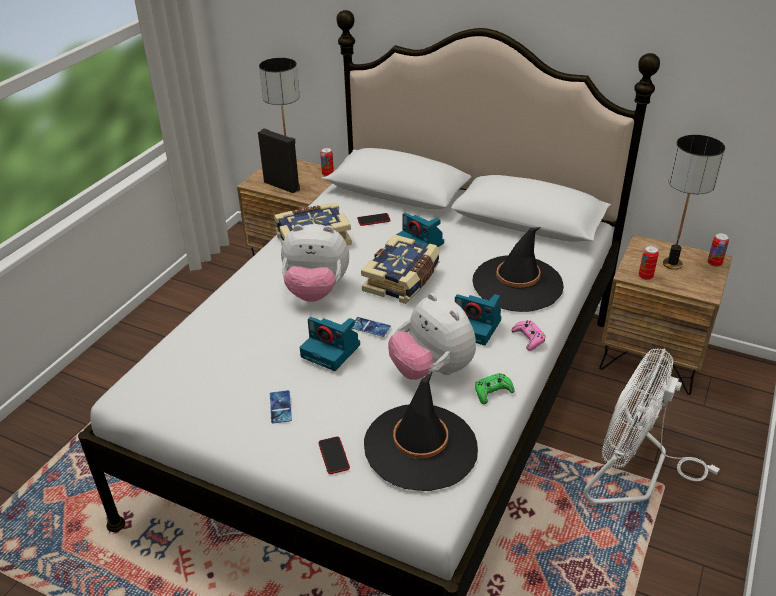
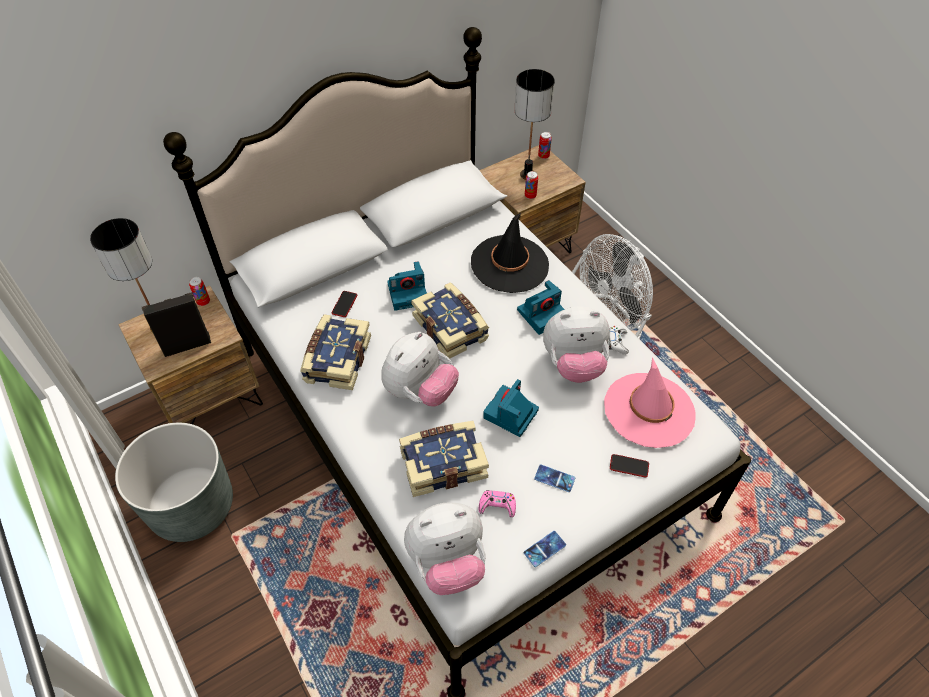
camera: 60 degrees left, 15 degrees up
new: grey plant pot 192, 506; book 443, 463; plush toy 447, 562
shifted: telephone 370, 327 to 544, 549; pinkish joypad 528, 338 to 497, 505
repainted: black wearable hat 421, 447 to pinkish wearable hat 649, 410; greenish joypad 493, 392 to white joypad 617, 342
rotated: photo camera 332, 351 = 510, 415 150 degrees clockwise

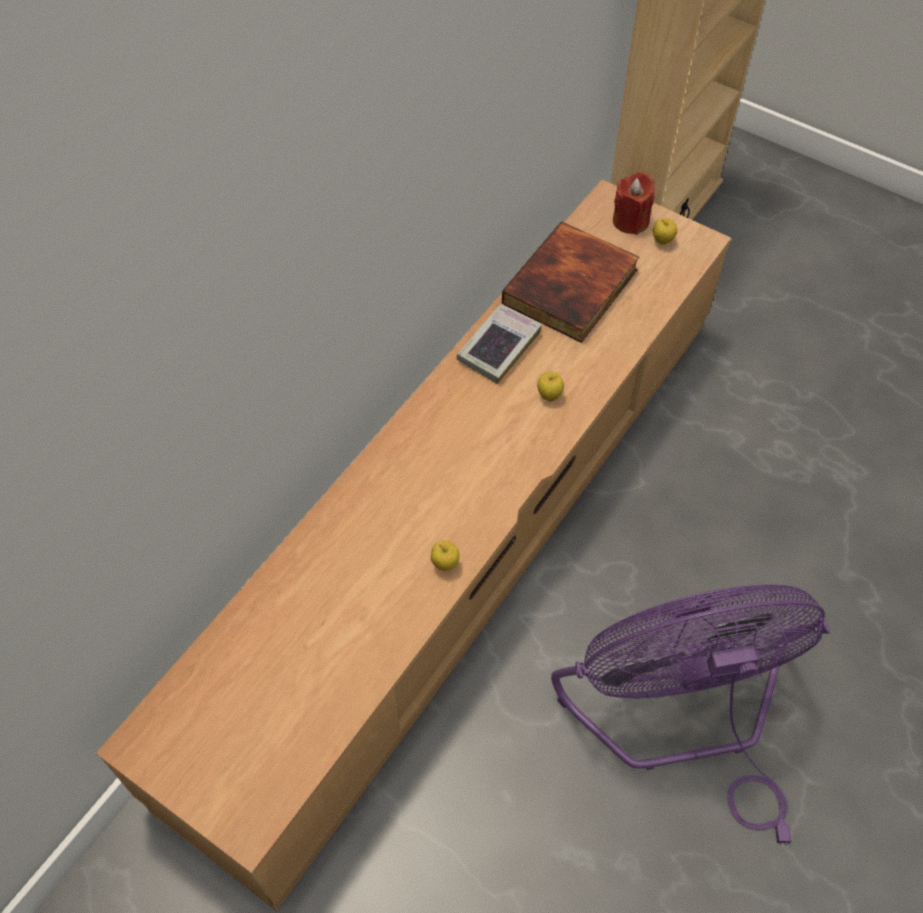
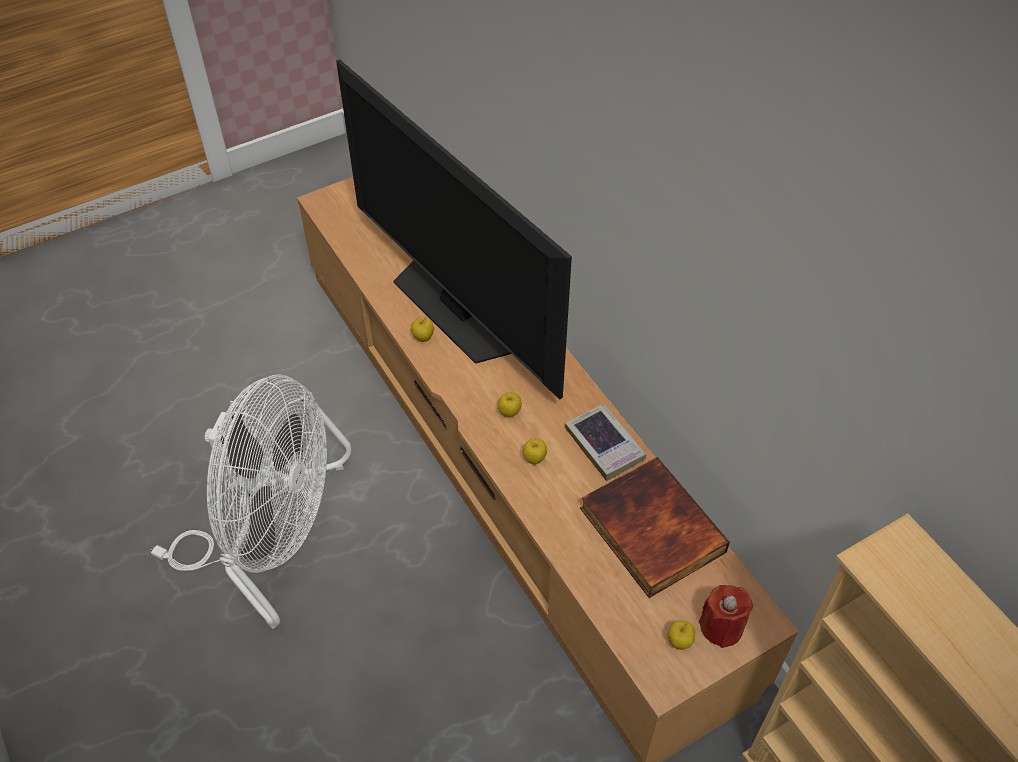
camera: 115 degrees right, 5 degrees down
new: TV set 457, 308; whole apple 509, 413
repainted: purple electric fan 691, 723 to white electric fan 269, 539

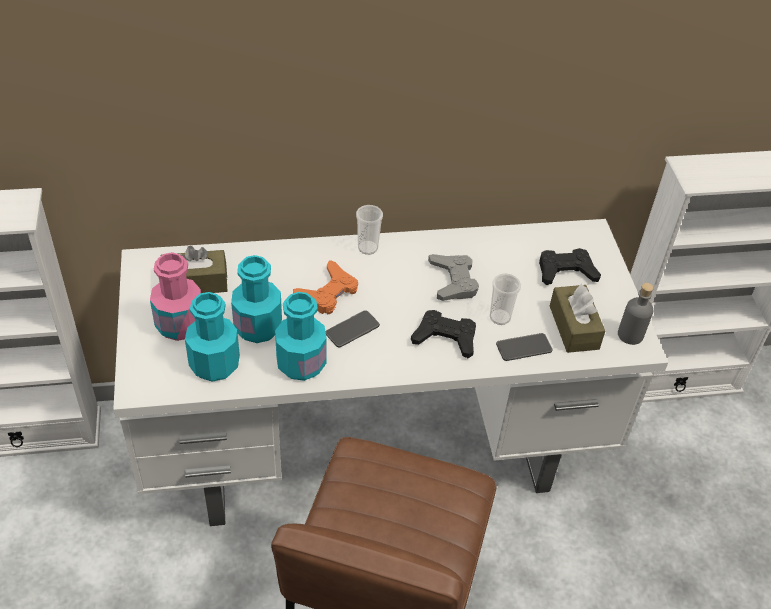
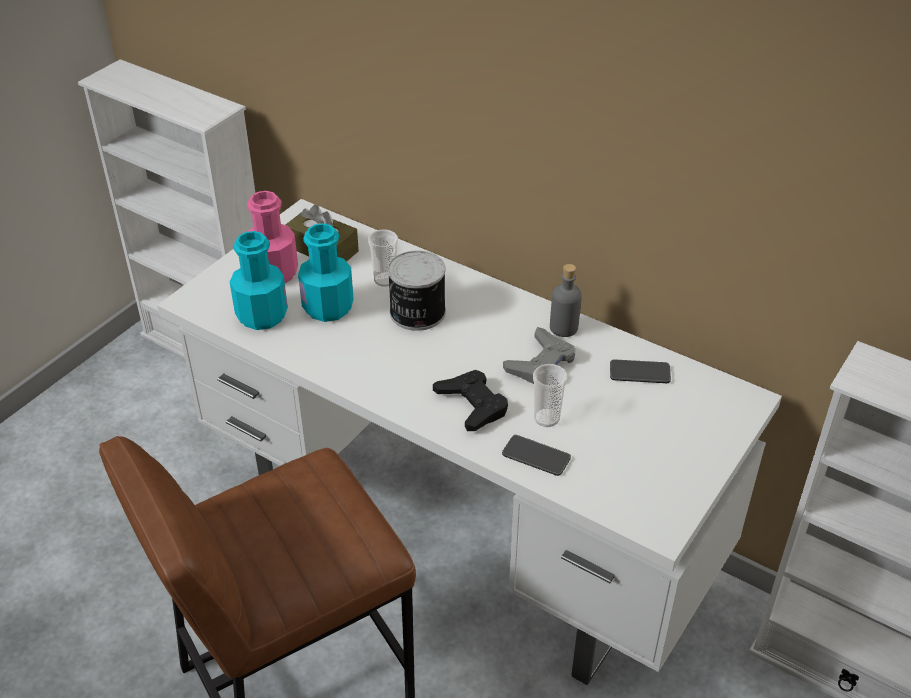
camera: 45 degrees right, 5 degrees down
gone: turquoise bottle 301, 363; black joypad 566, 271; brown-coloured tissue holder 574, 327
shifted: telephone 352, 329 to 639, 372; small cup 367, 248 to 385, 280; grey bottle 630, 335 to 564, 328
swapped: orange joypad 328, 293 to can 416, 313

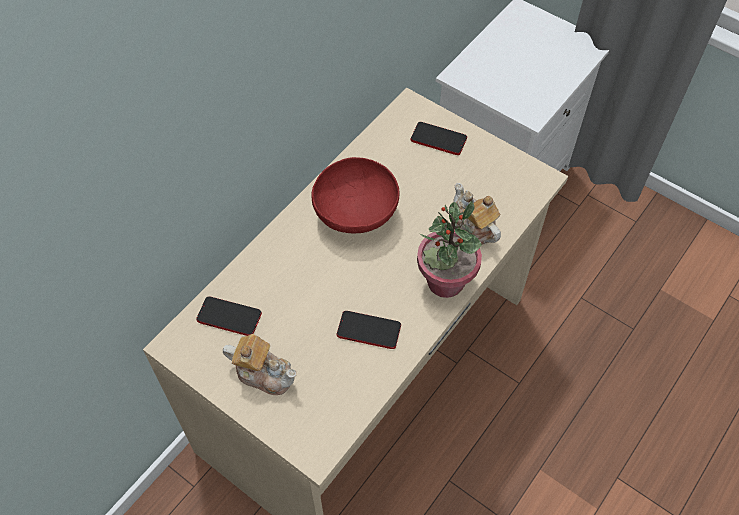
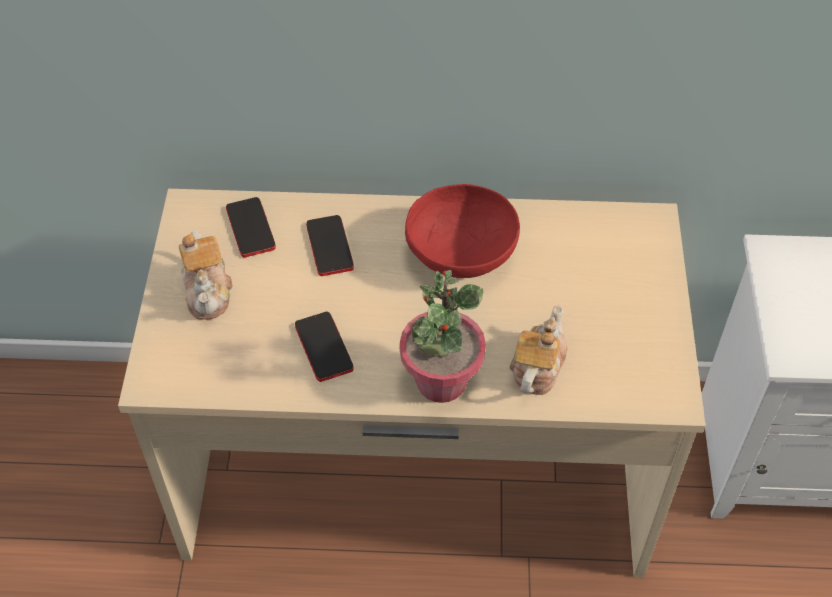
camera: 55 degrees right, 5 degrees down
shifted: telephone 438, 139 to 329, 246

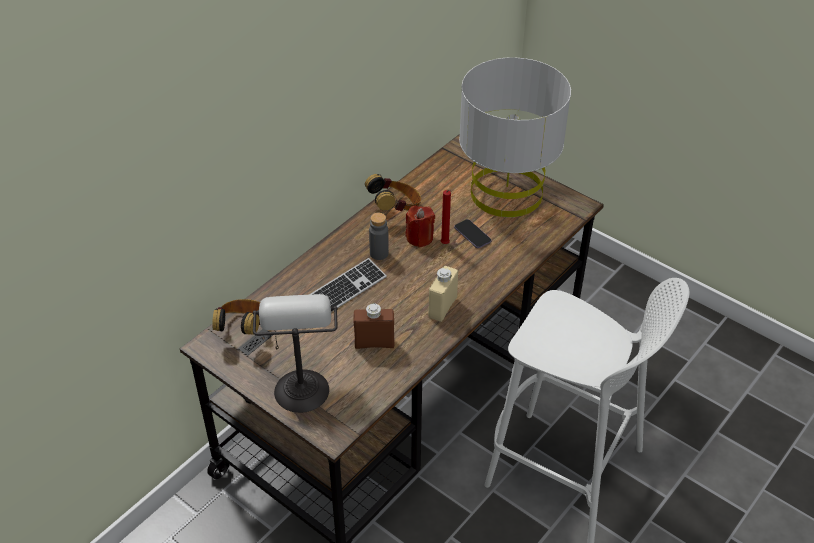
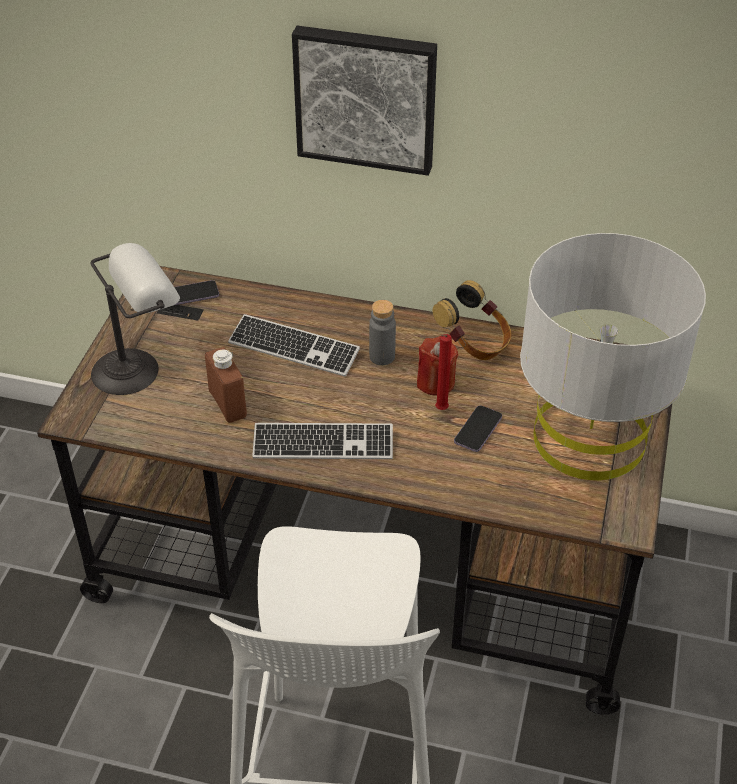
camera: 65 degrees right, 0 degrees up
new: wall picture 366, 97
swapped: headset 243, 329 to telephone 191, 295; sand-coloured bottle 442, 307 to PC keyboard 323, 444

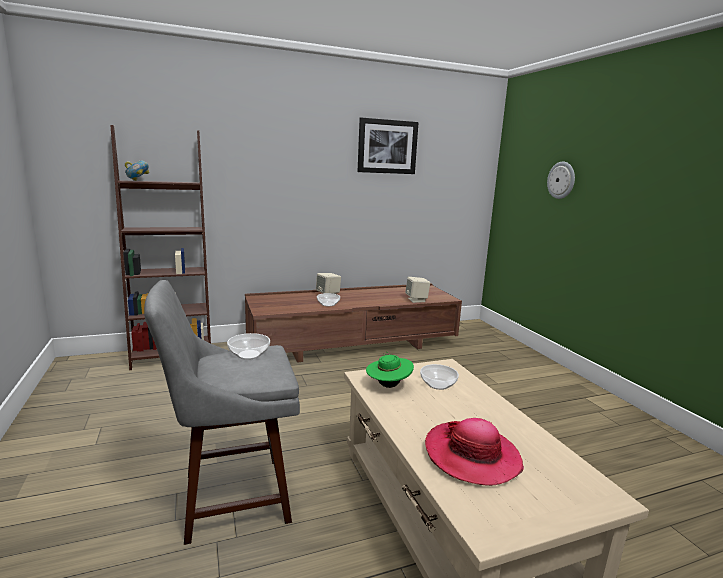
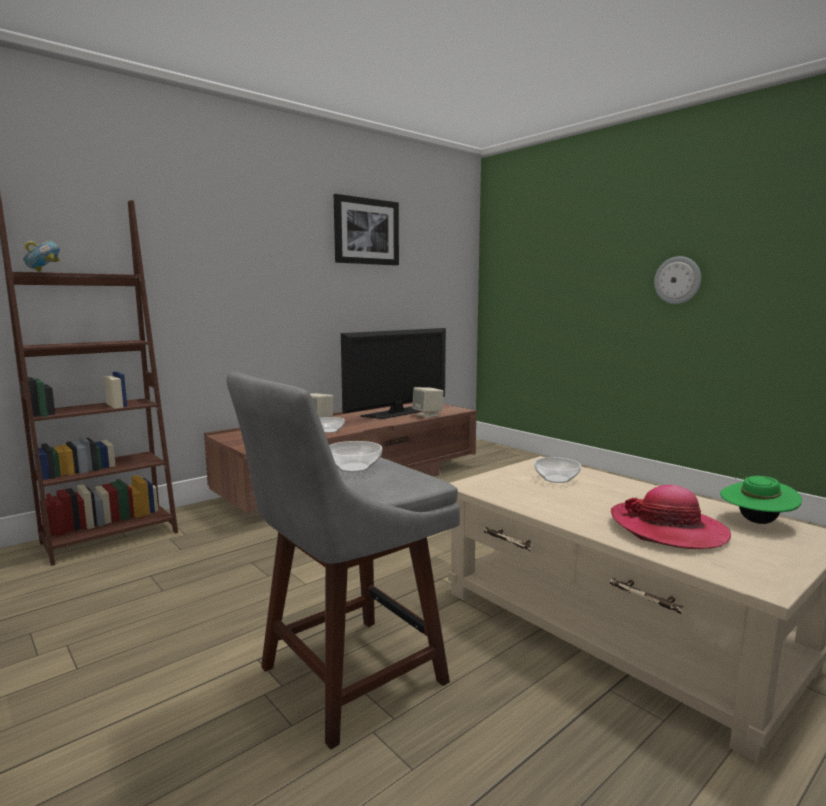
camera: 20 degrees left, 5 degrees down
new: TV set 396, 413
shifted: greenish wearable hat 388, 385 to 756, 521; clock on the wall 561, 180 to 677, 280

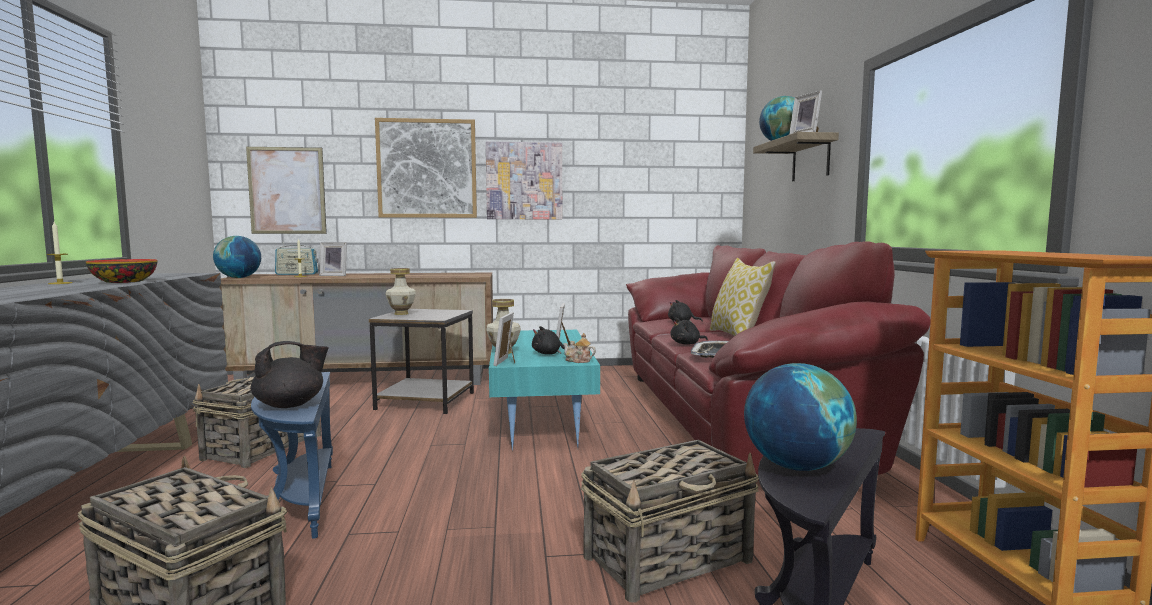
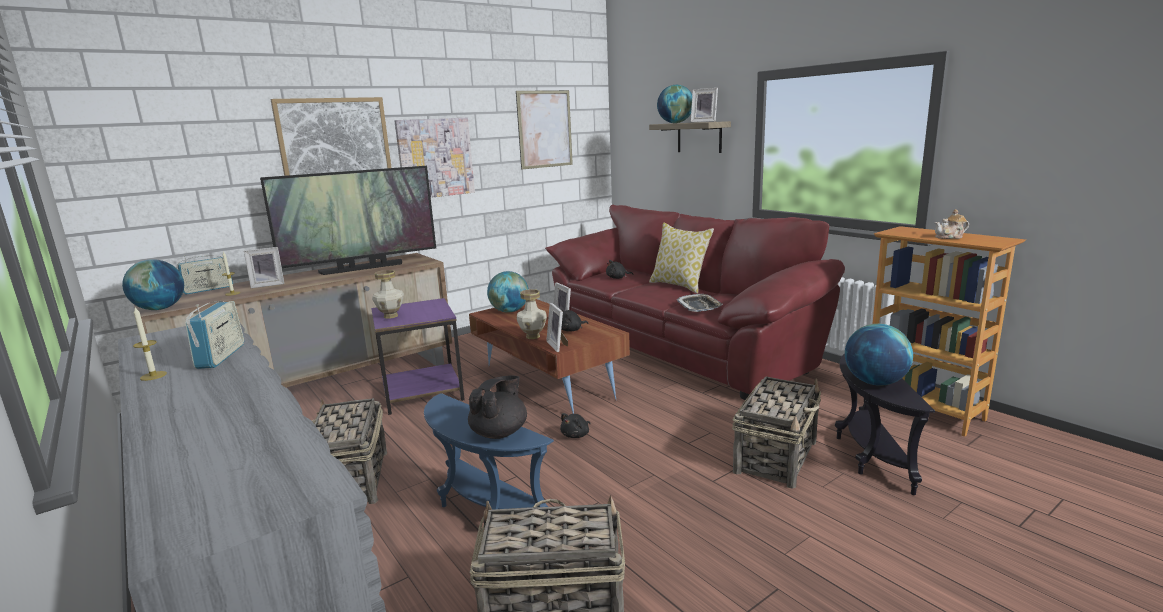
camera: 30 degrees left, 10 degrees up
new: TV set 362, 268; desk globe 509, 311
shifted: wall picture 287, 190 to 545, 129; tea pot 578, 361 to 950, 237; black plush toy 687, 344 to 576, 435
swapped: deep dish 124, 281 to radio 221, 356
repainted: grey accent table 425, 400 to purple accent table 421, 392; turquoise lounge table 541, 418 to brown-coloured lounge table 548, 382

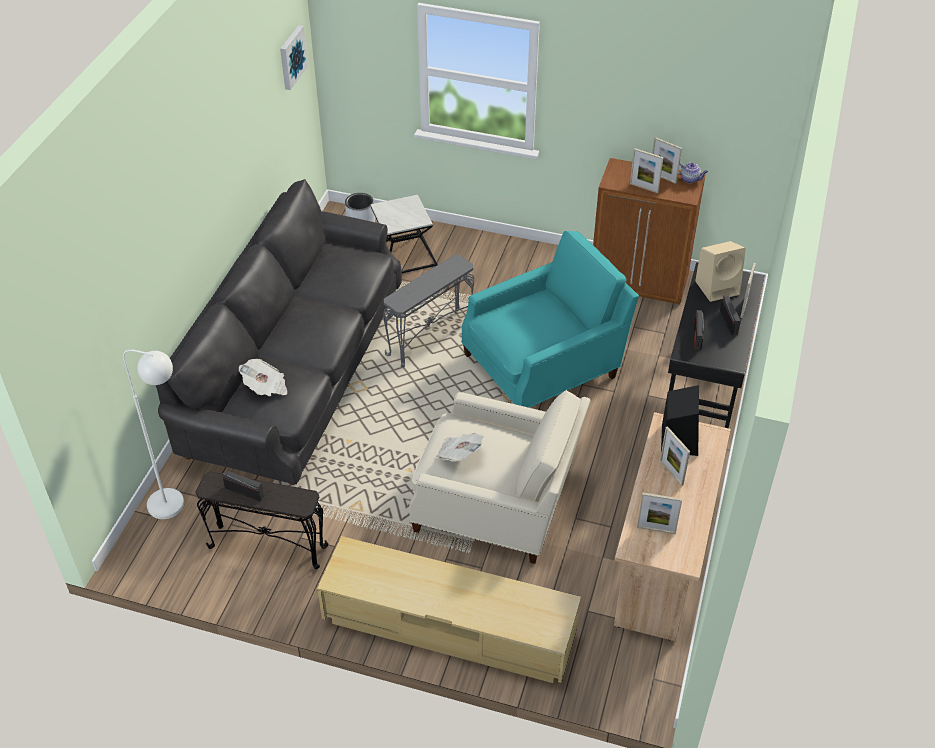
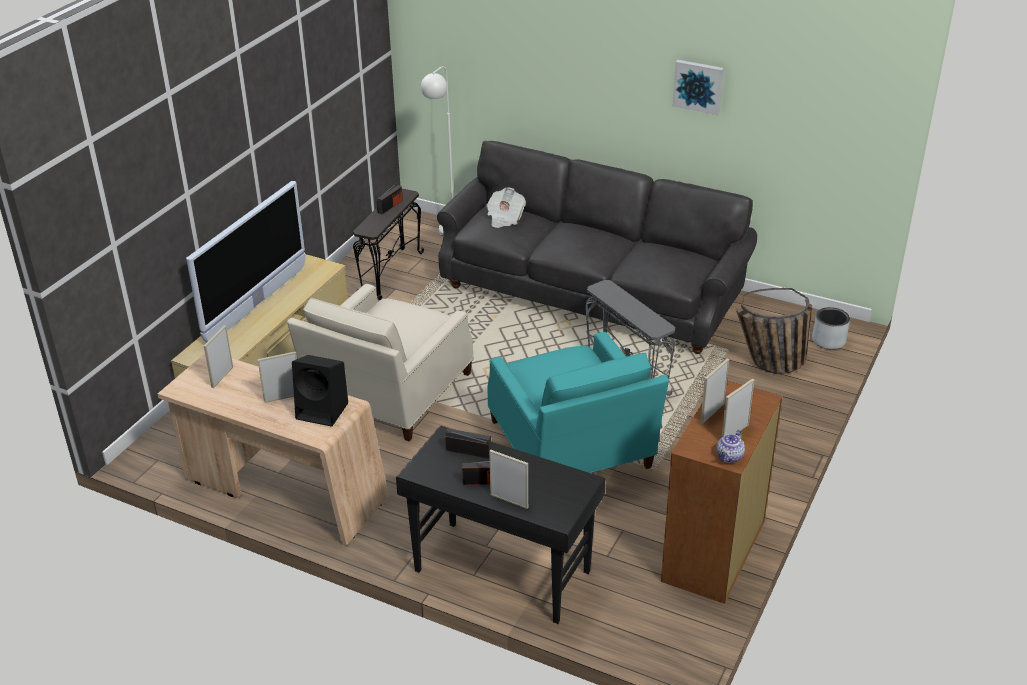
camera: 100 degrees right, 10 degrees down
gone: newspaper 459, 454; sand-coloured audio speaker 718, 287
new: TV set 257, 304
shifted: wall picture 291, 57 to 698, 86
swapped: accent table 402, 254 to storage basket 769, 365

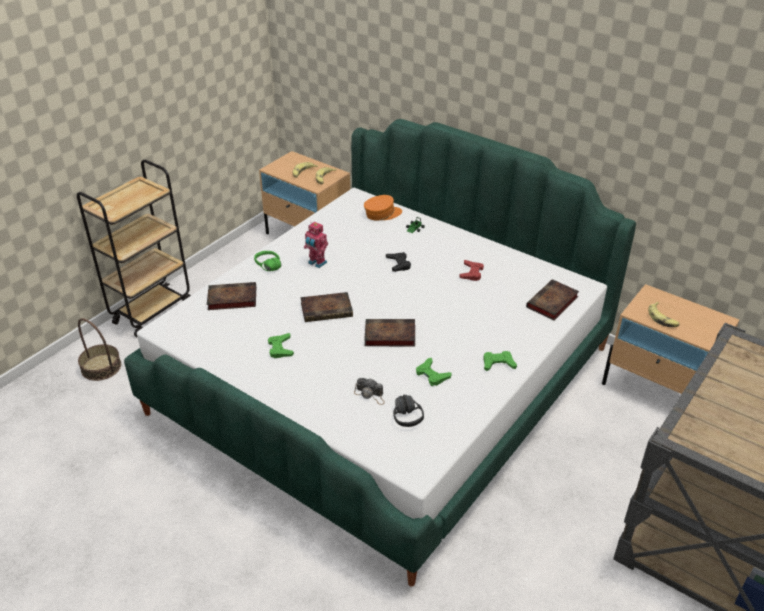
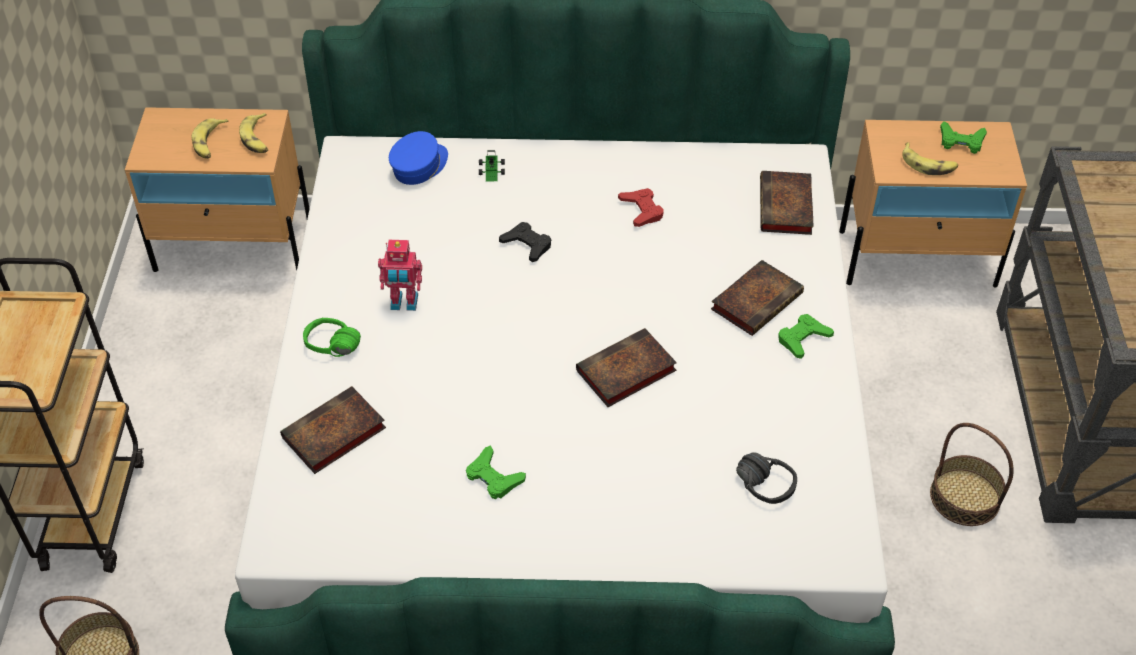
camera: 35 degrees left, 10 degrees up
gone: photo camera 370, 395
new: storage basket 965, 497
shifted: book 328, 309 to 757, 300; greenish joypad 432, 375 to 961, 141
repainted: orange baseball cap 382, 214 to bluish baseball cap 419, 166

